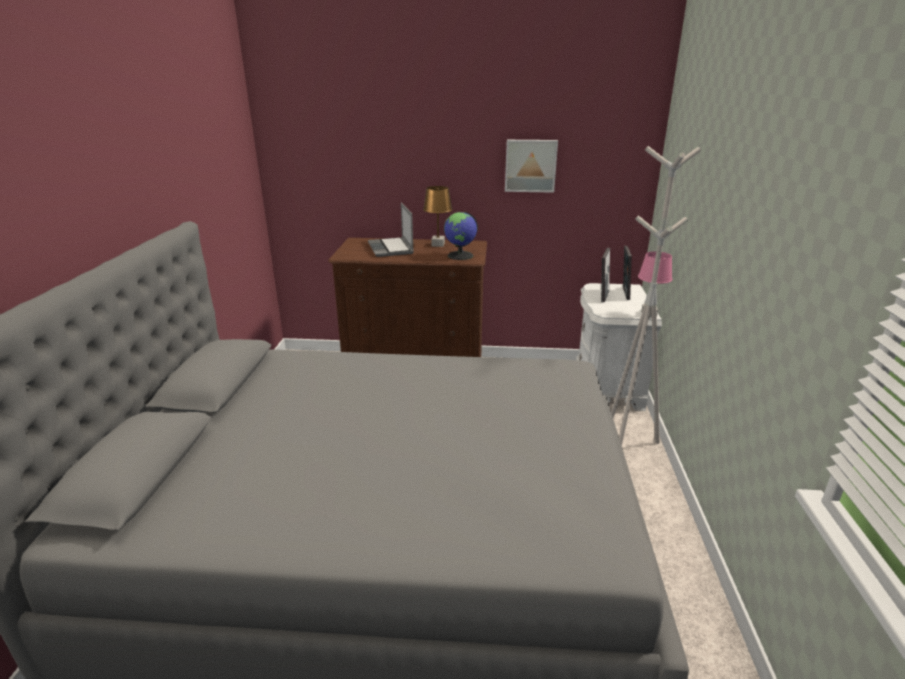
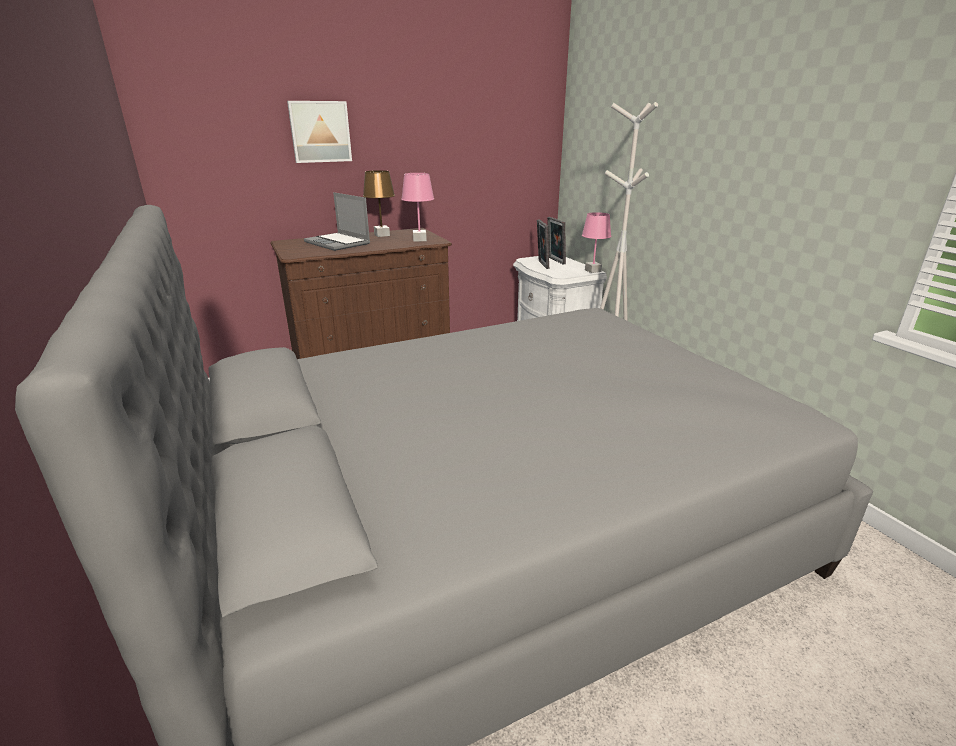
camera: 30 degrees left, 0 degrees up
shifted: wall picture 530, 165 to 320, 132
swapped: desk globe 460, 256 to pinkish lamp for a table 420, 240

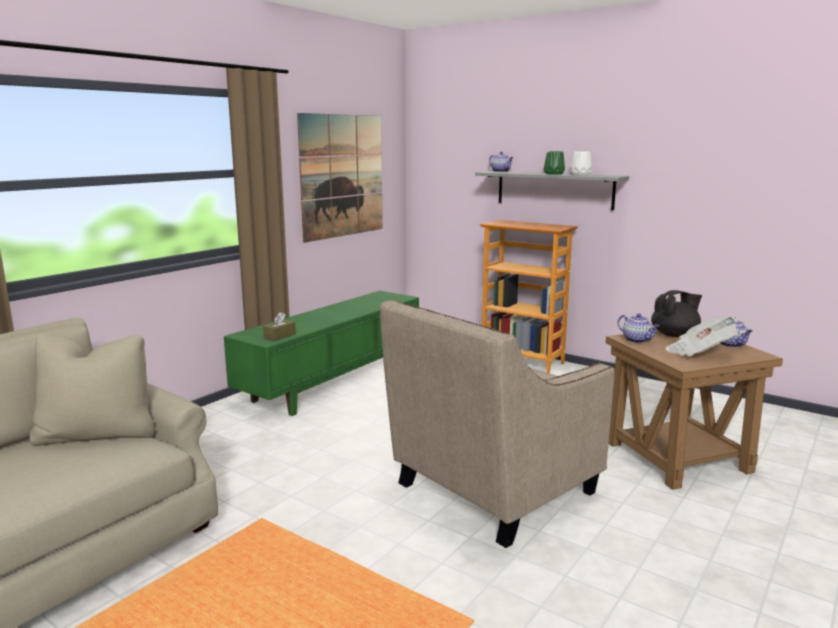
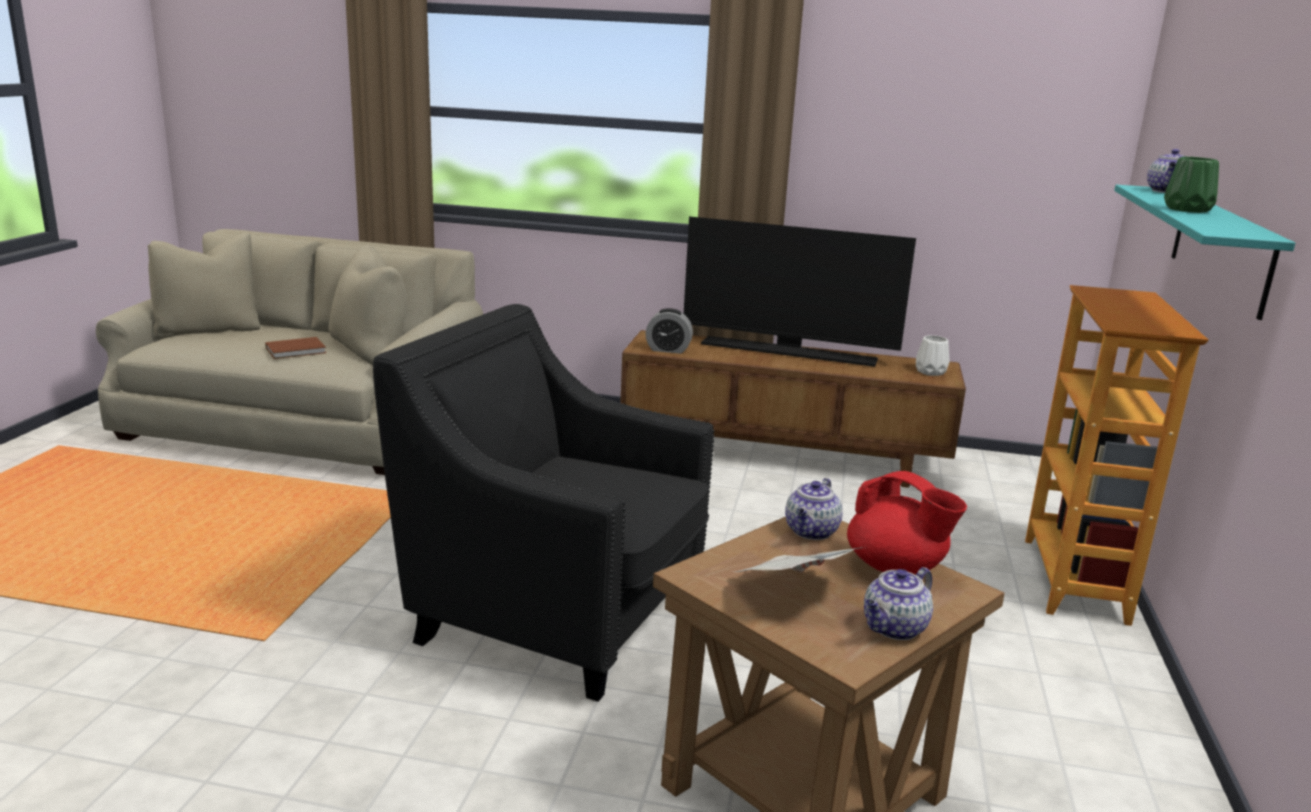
camera: 65 degrees right, 5 degrees up
gone: wall picture 342, 176
new: brown-coloured book 297, 350; TV set 789, 352
shifted: white decorative vase 581, 175 to 931, 372
swapped: brown-coloured tissue holder 279, 336 to bedside clock 668, 350
repainted: greenish tv stand 333, 381 to brown-coloured tv stand 784, 454; sand-coloured lounge chair 494, 489 to black lounge chair 555, 615; grey bracket shelf 554, 189 to turquoise bracket shelf 1220, 248; black tea pot 675, 335 to red-coloured tea pot 896, 568

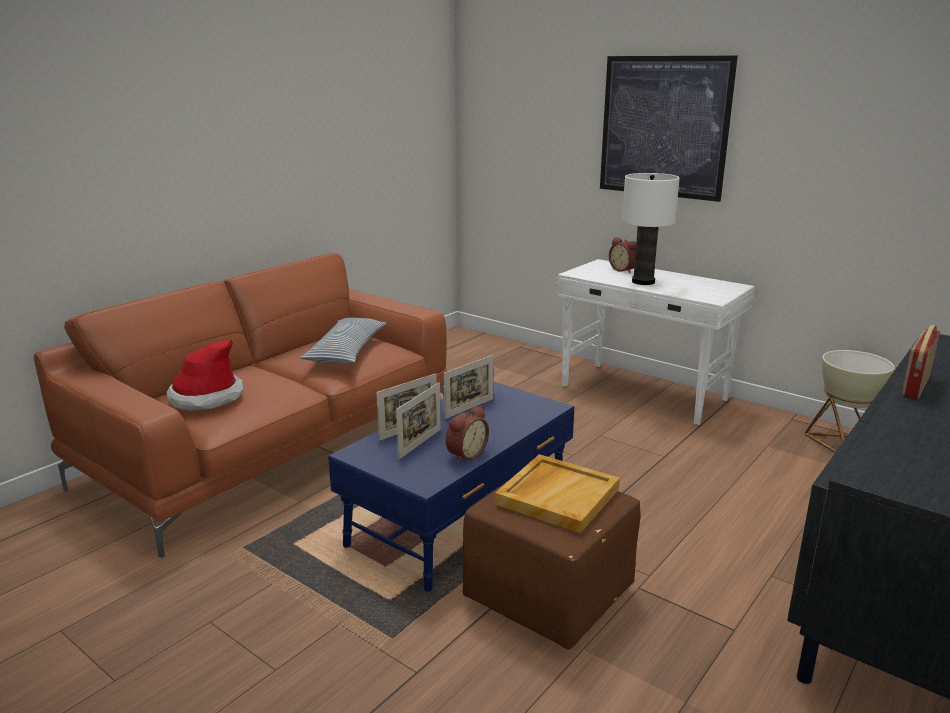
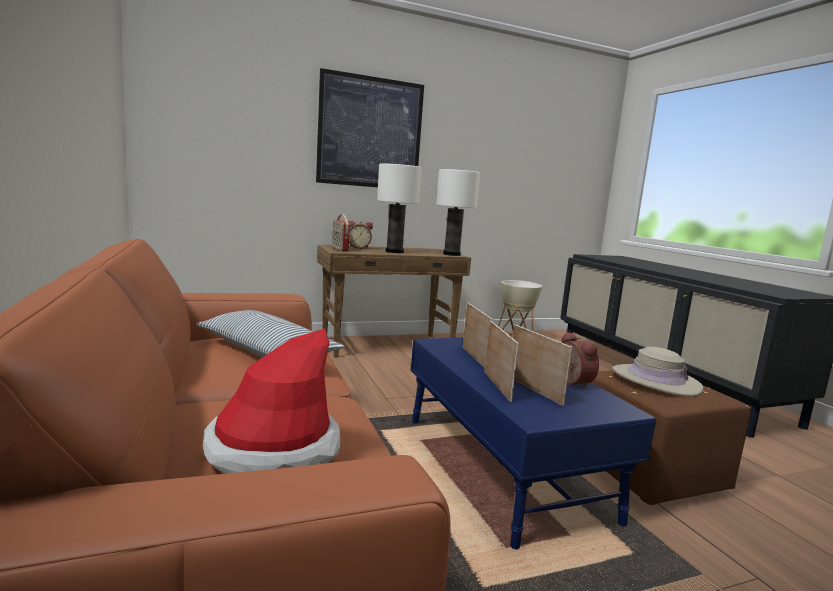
camera: 60 degrees left, 10 degrees down
new: white lamp for a table 452, 254
shifted: radio 914, 386 to 339, 249
swapped: sand-coloured serving tray 557, 495 to sand-coloured wearable hat 655, 380
repainted: white narrow table 644, 393 to brown-coloured narrow table 387, 345

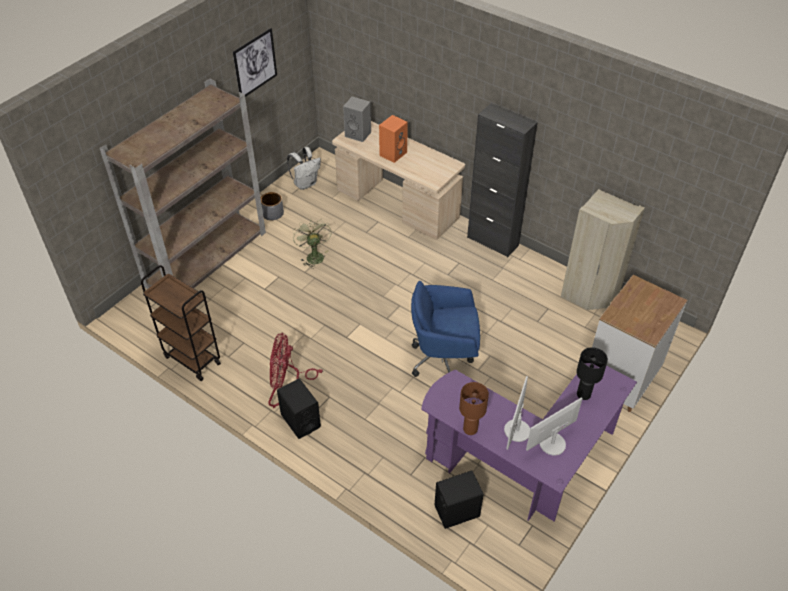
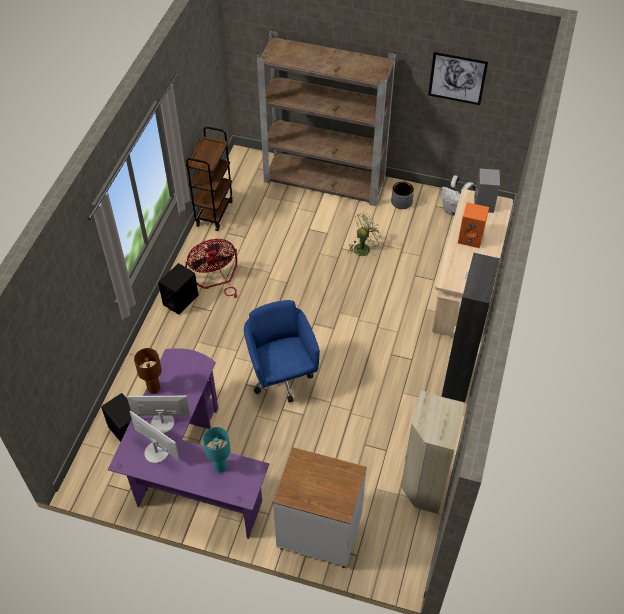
camera: 70 degrees right, 5 degrees up
repainted: black lamp for a table 583, 395 to turquoise lamp for a table 220, 467

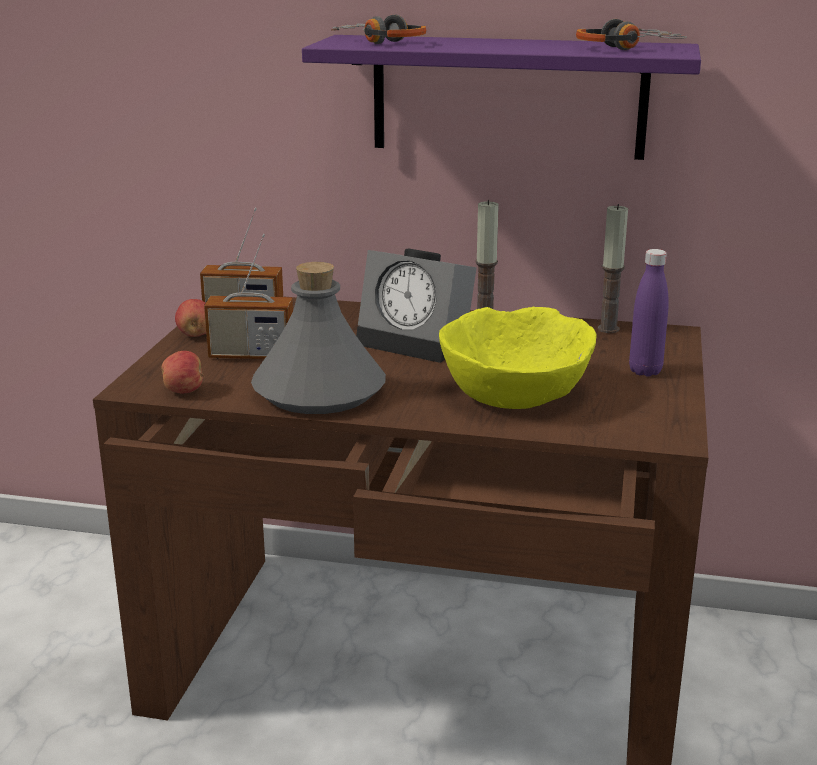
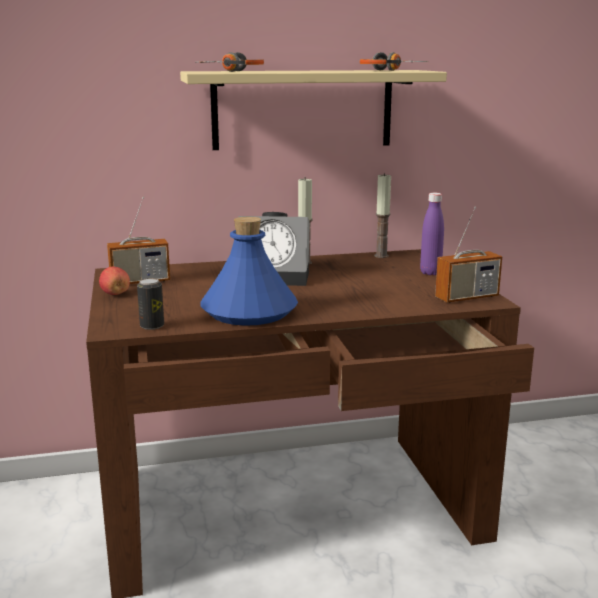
camera: 25 degrees left, 5 degrees down
gone: yellowish deep dish 515, 393
shifted: radio 251, 355 to 467, 297
swapped: whole apple 184, 391 to can 152, 326
repainted: grey bottle 320, 392 to bluish bottle 250, 312; purple bracket shelf 508, 97 to sand-coloured bracket shelf 302, 109

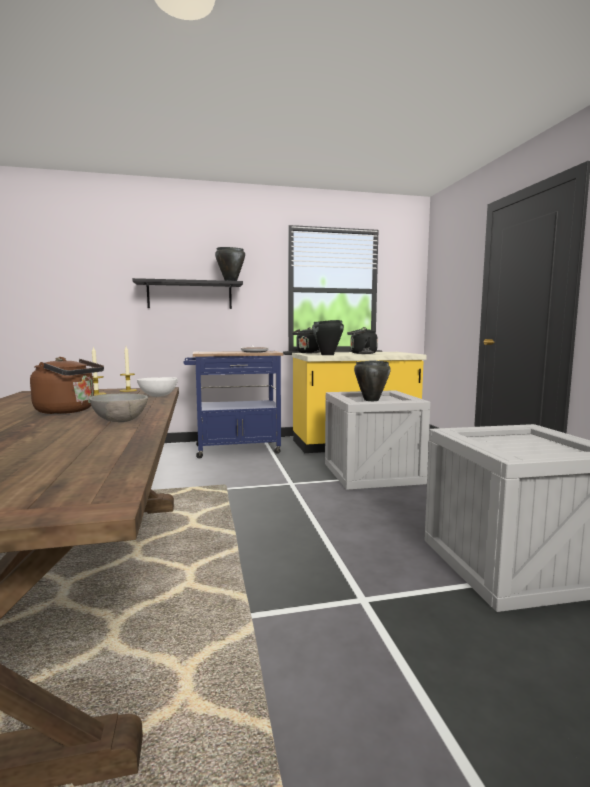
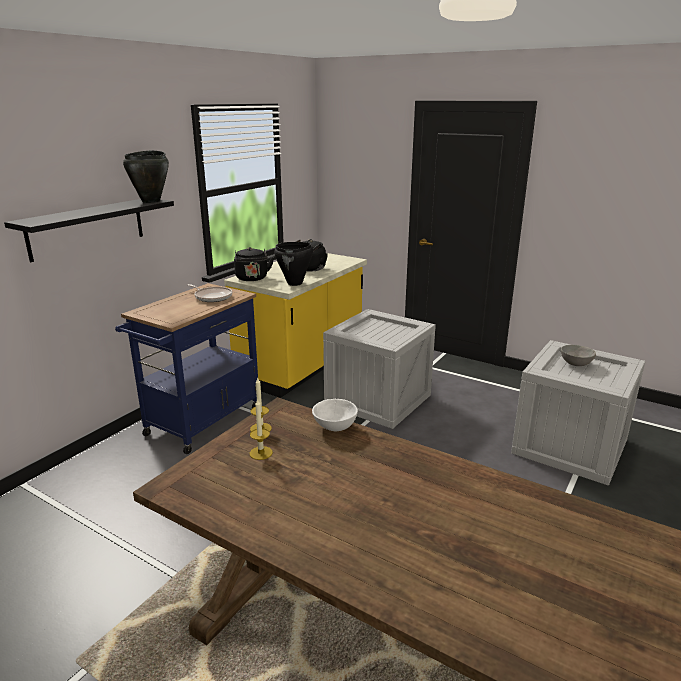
camera: 45 degrees left, 15 degrees up
gone: brown-coloured water kettle 69, 411; black stockpot 371, 400
shifted: grey deep dish 120, 421 to 575, 364

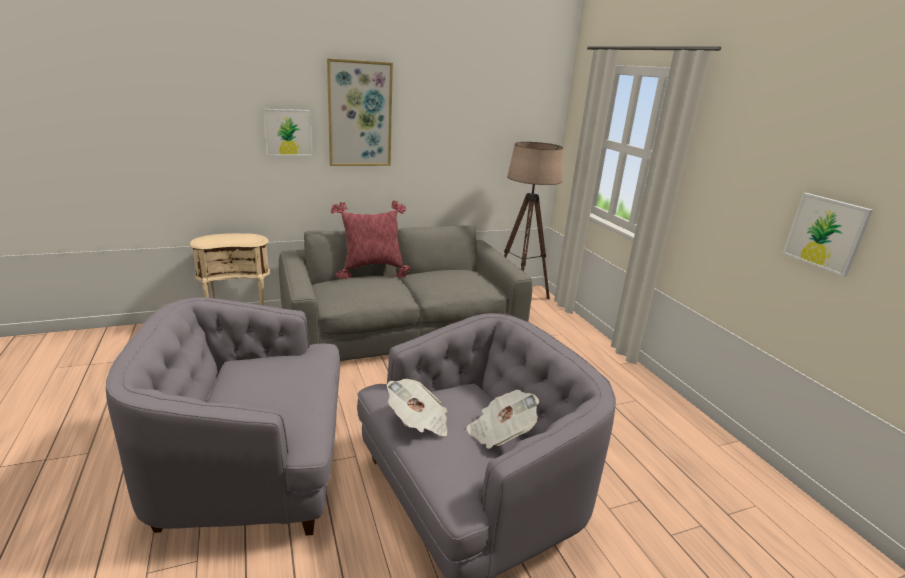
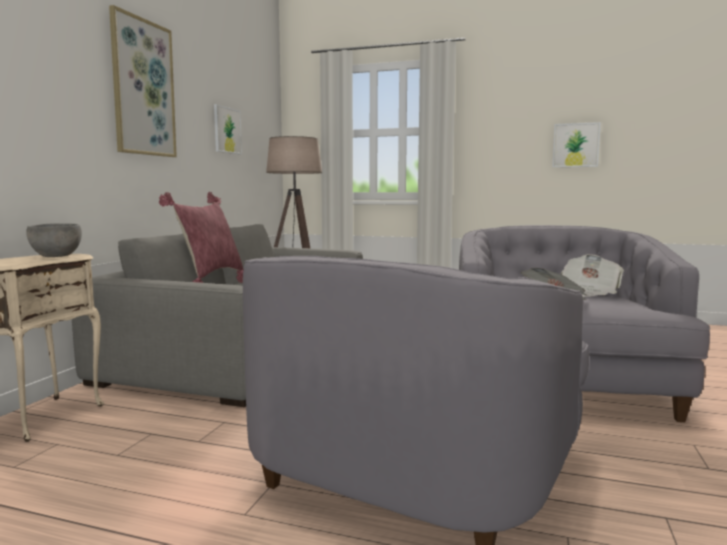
camera: 50 degrees left, 15 degrees down
new: grey deep dish 56, 256
shifted: wall picture 288, 132 to 227, 130

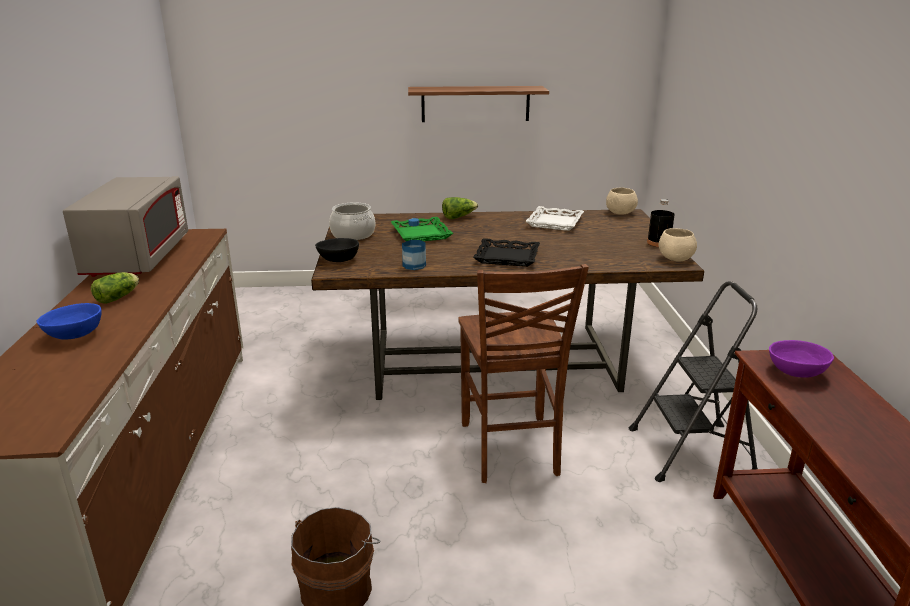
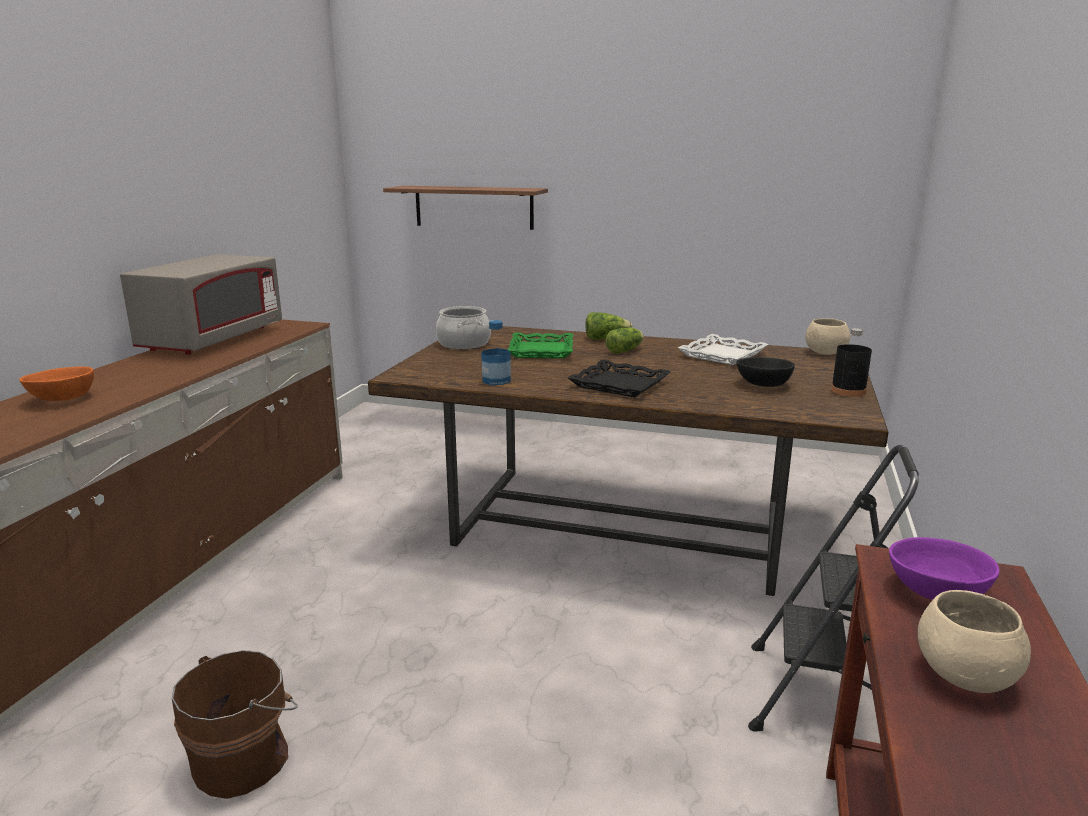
camera: 20 degrees right, 5 degrees down
gone: brown-coloured chair 510, 450
shifted: lettuce 119, 297 to 626, 350; black deep dish 339, 260 to 764, 384; bracket shelf 475, 104 to 473, 207; sand-coloured deep dish 676, 259 to 966, 675
repainted: bluish deep dish 76, 335 to orange deep dish 63, 398

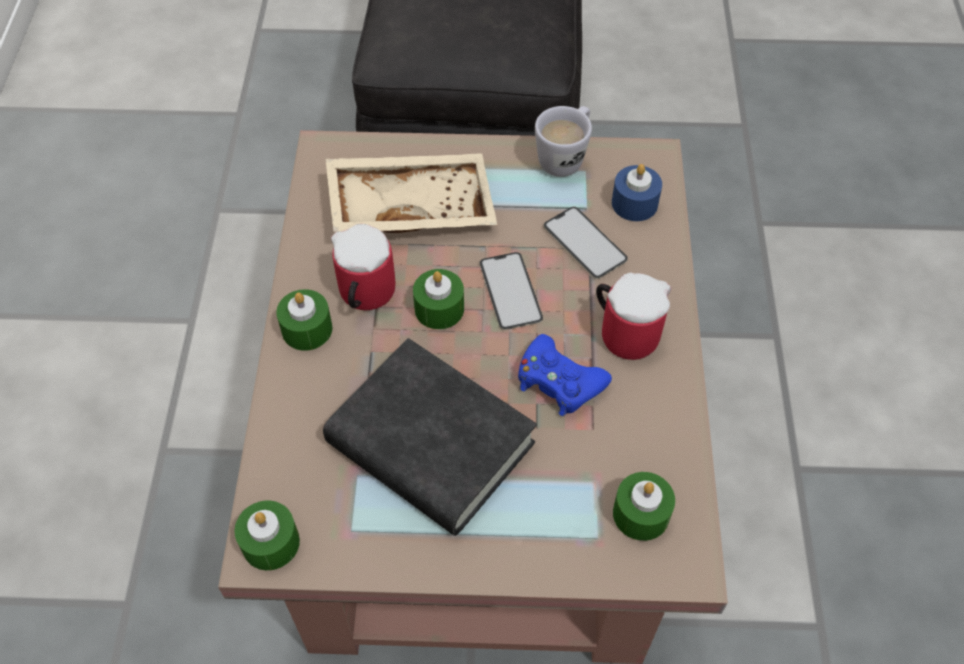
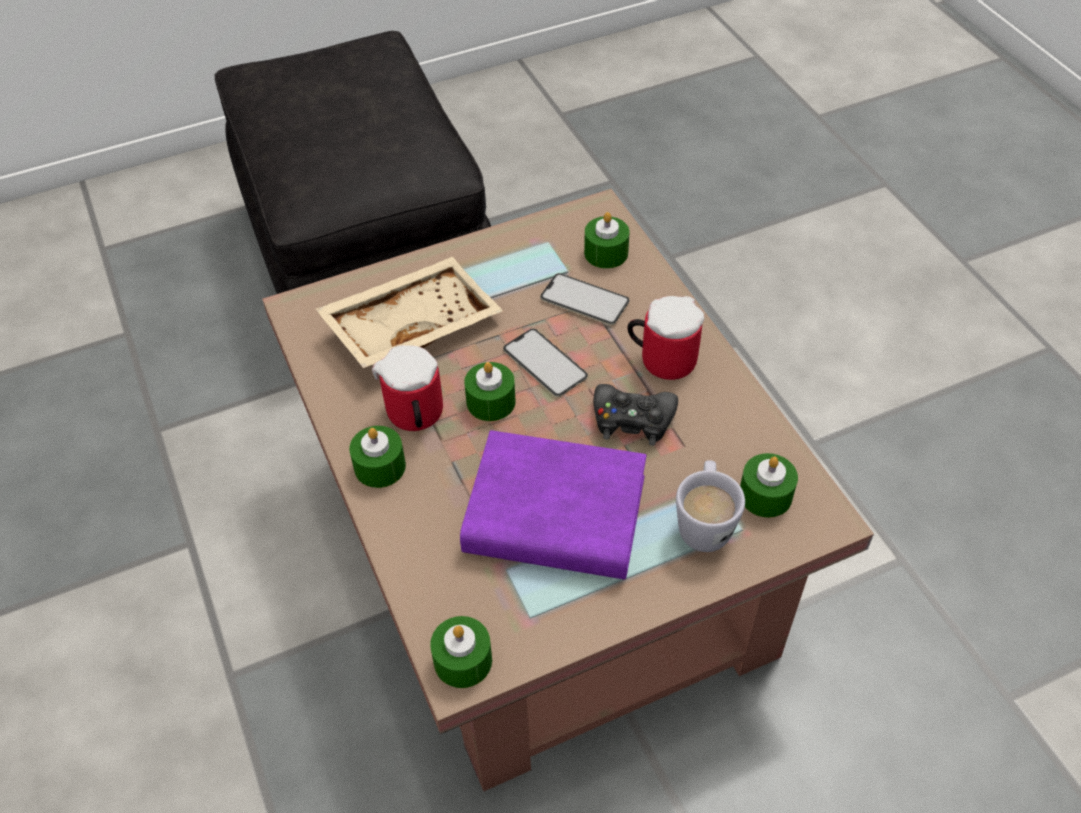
camera: 25 degrees left, 5 degrees down
shifted: white mug 565, 157 to 704, 522
repainted: black book 430, 444 to purple book 555, 515; bluish joypad 559, 382 to black joypad 632, 420; bluish candle 634, 203 to greenish candle 606, 253

